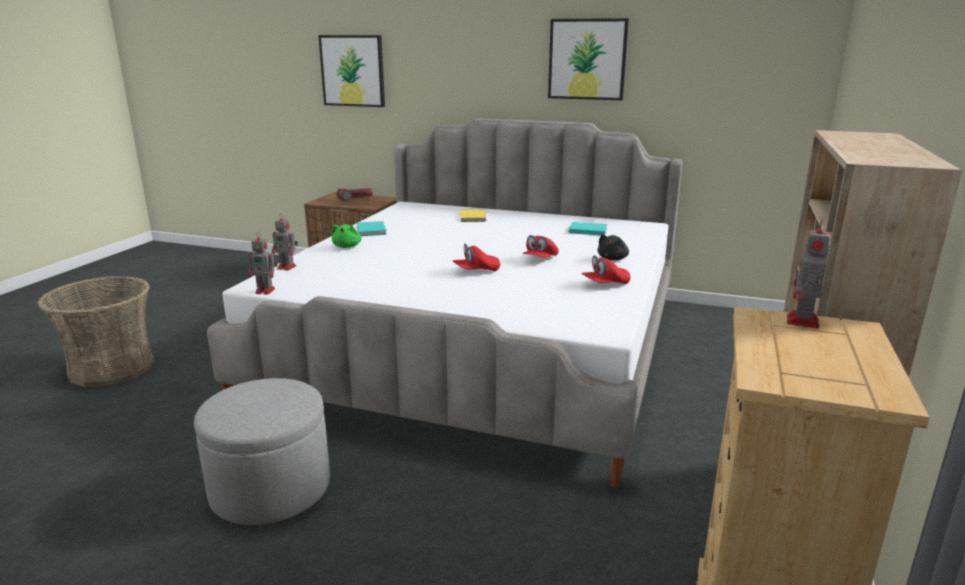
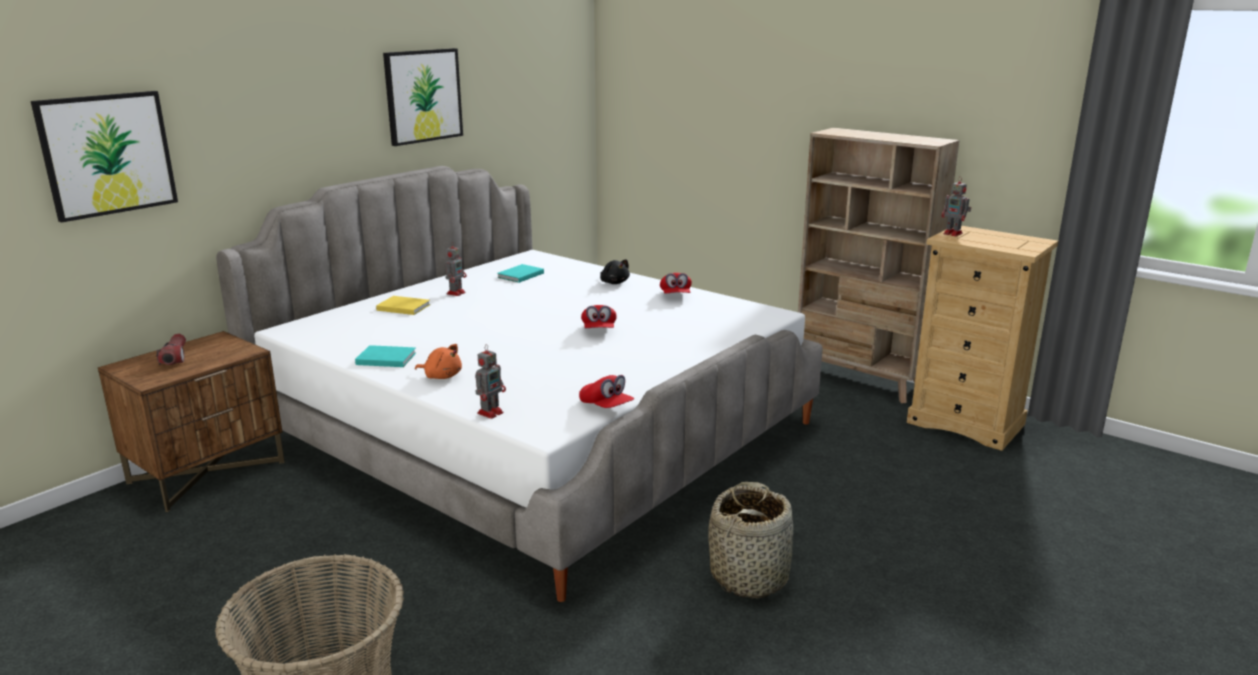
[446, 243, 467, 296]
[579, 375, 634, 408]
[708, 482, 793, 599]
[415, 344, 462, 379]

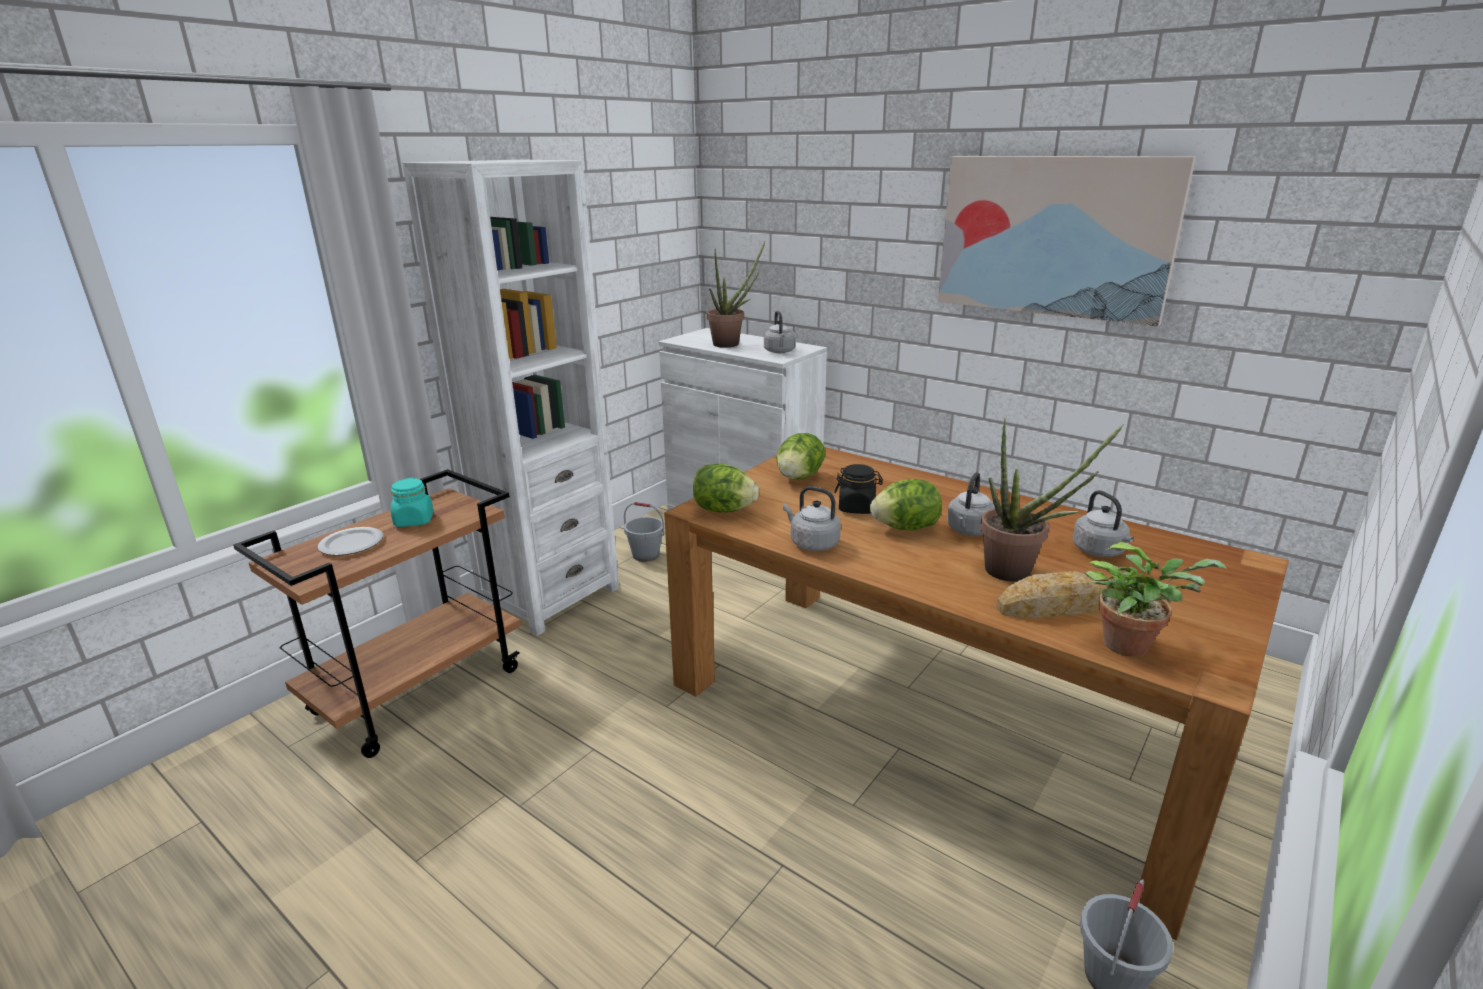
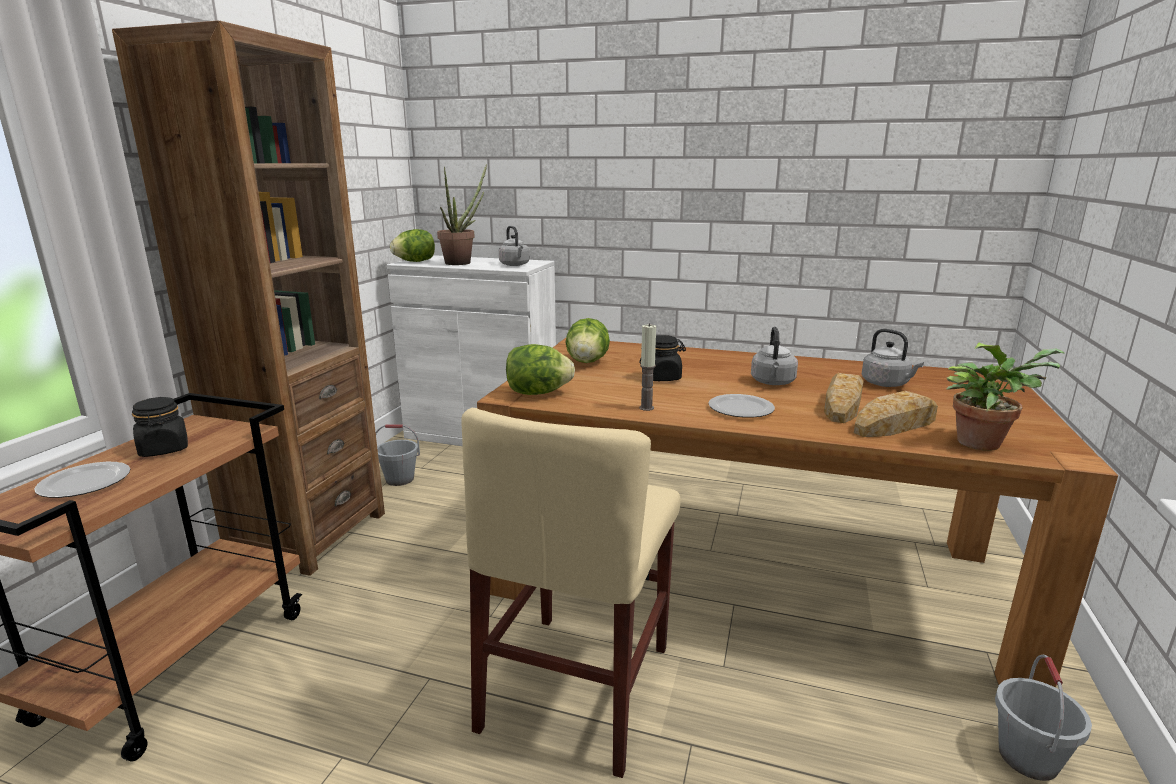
[938, 156, 1196, 327] (first image)
[461, 408, 681, 778]
[708, 394, 775, 418]
[390, 229, 435, 262]
[639, 323, 656, 411]
[824, 373, 864, 423]
[132, 397, 188, 457]
[112, 20, 385, 576]

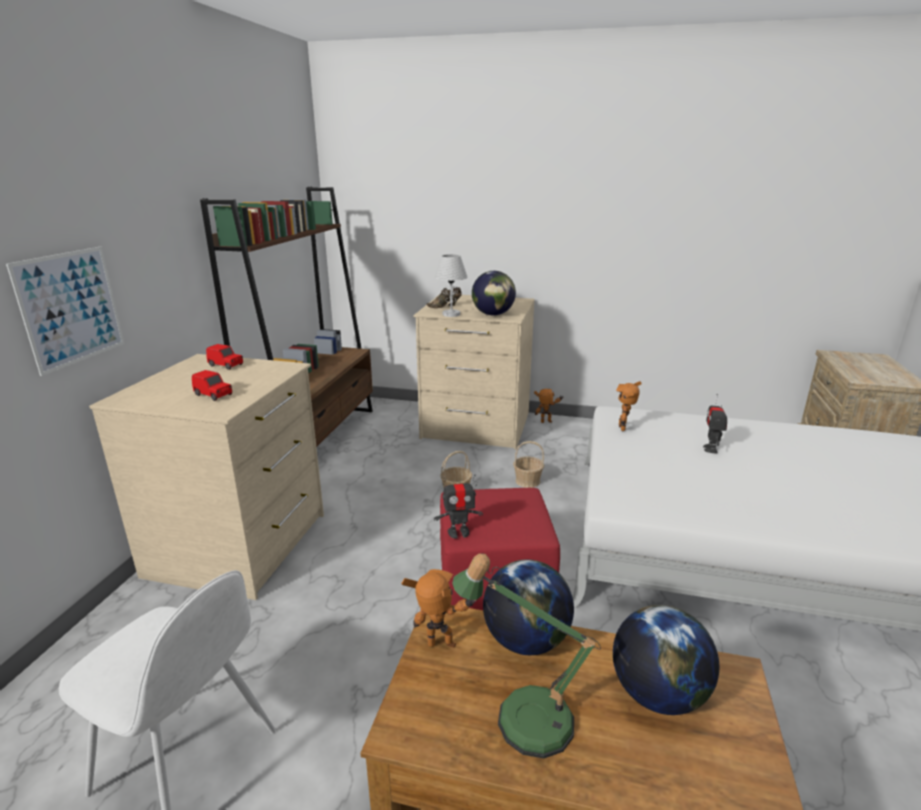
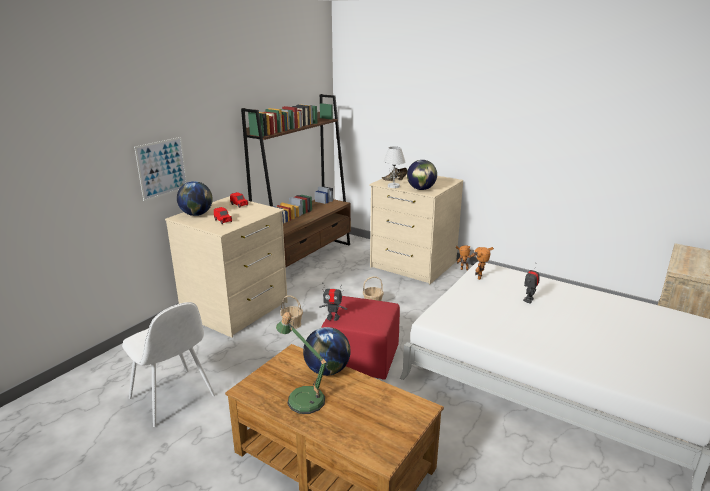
[401, 569, 477, 648] (first image)
[280, 295, 303, 329]
[177, 181, 213, 216]

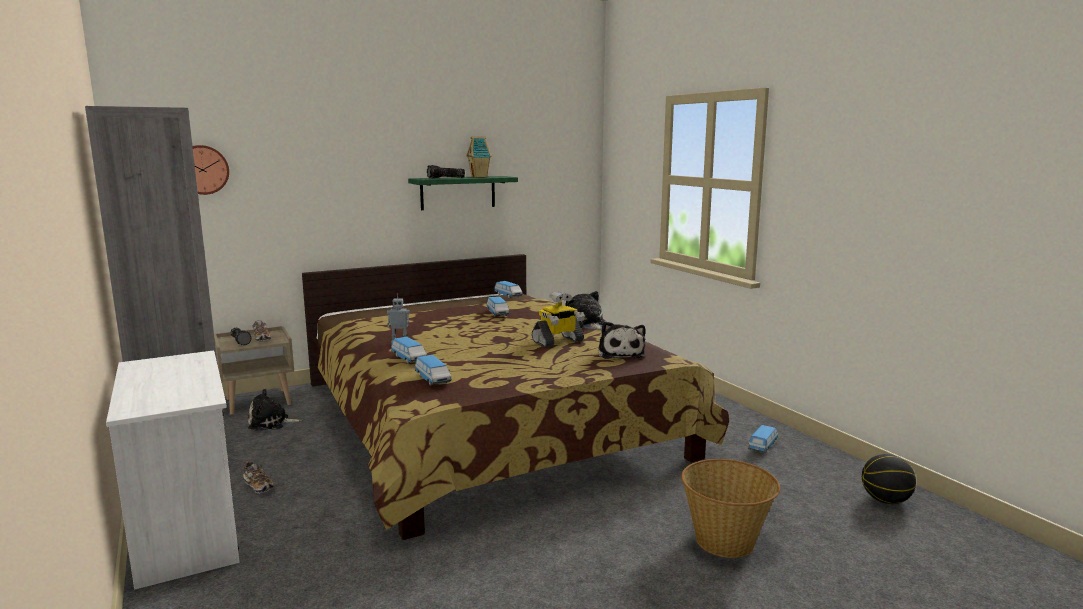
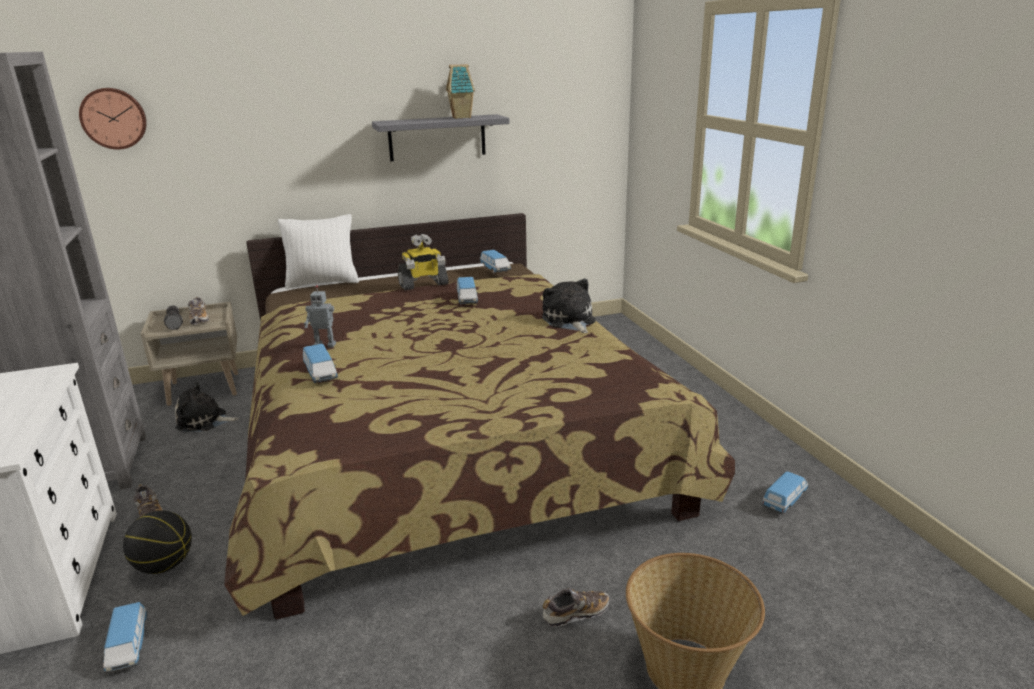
[427, 165, 465, 178] (first image)
[598, 321, 646, 359] (first image)
[278, 214, 359, 289]
[543, 588, 610, 627]
[102, 602, 148, 673]
[398, 234, 449, 290]
[123, 510, 192, 574]
[372, 114, 510, 161]

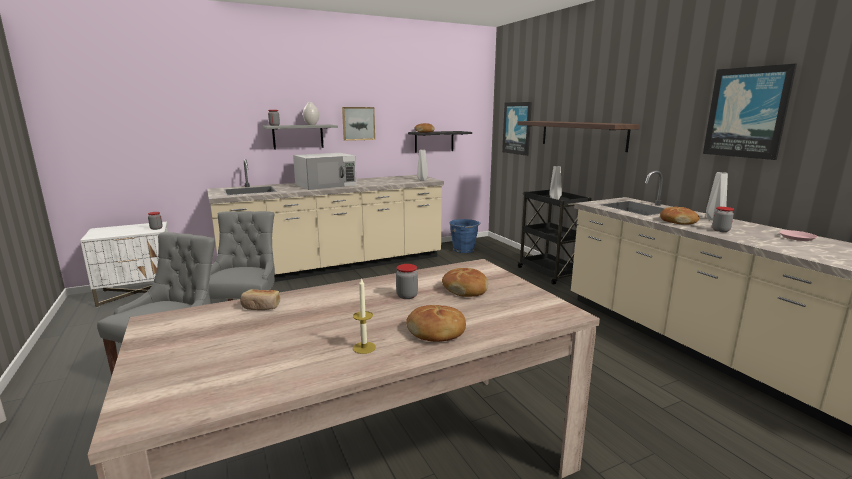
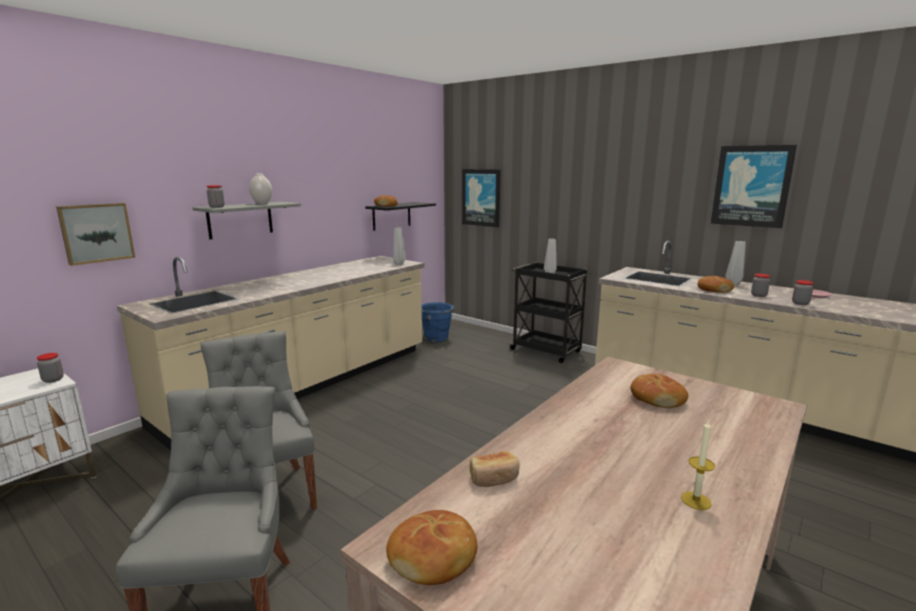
[293, 153, 357, 190] (first image)
[518, 121, 640, 152] (first image)
[56, 203, 135, 266]
[792, 280, 814, 305]
[386, 510, 477, 585]

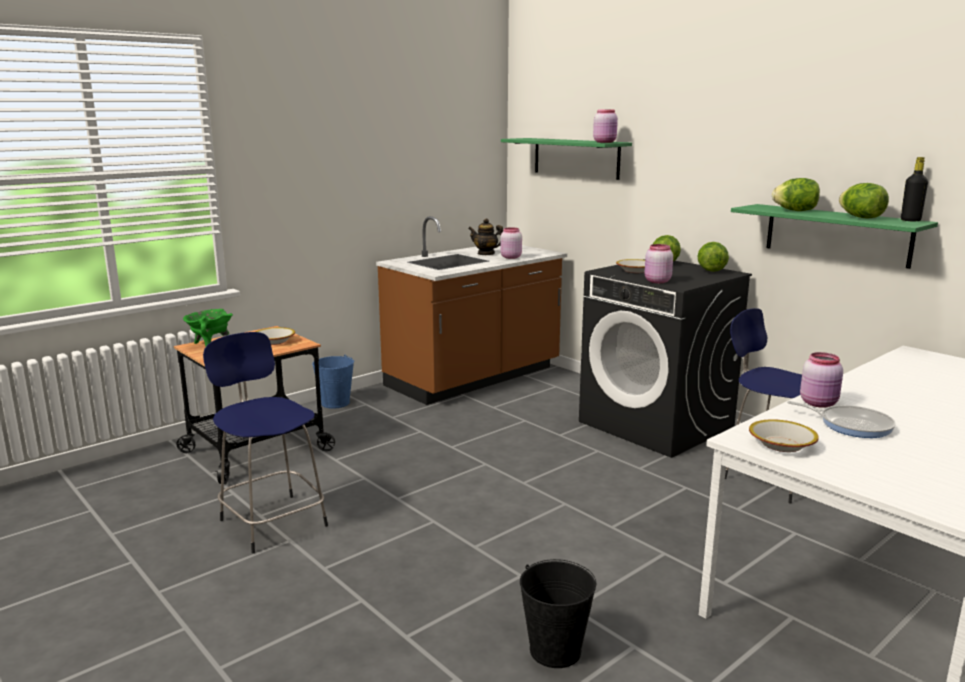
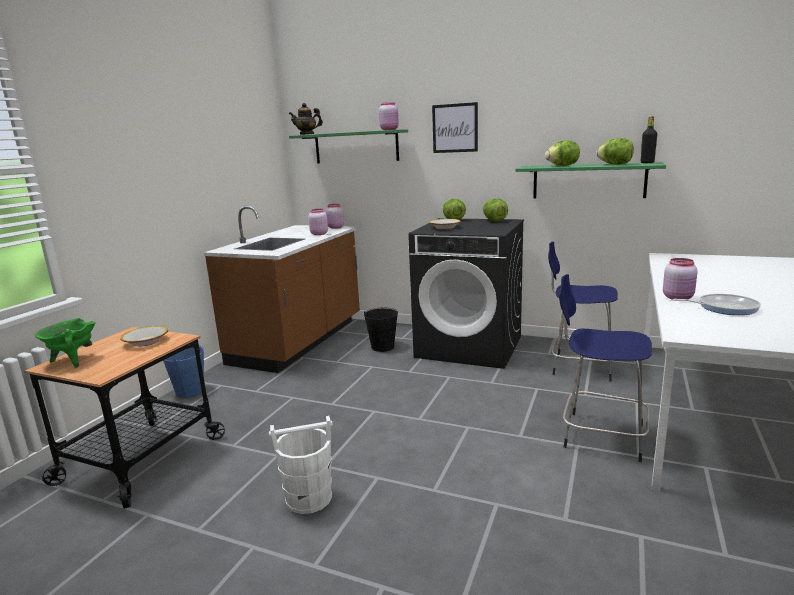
[749, 419, 819, 452] (first image)
[269, 416, 333, 514]
[432, 102, 478, 153]
[559, 274, 652, 462]
[289, 103, 323, 135]
[364, 308, 398, 352]
[326, 204, 344, 229]

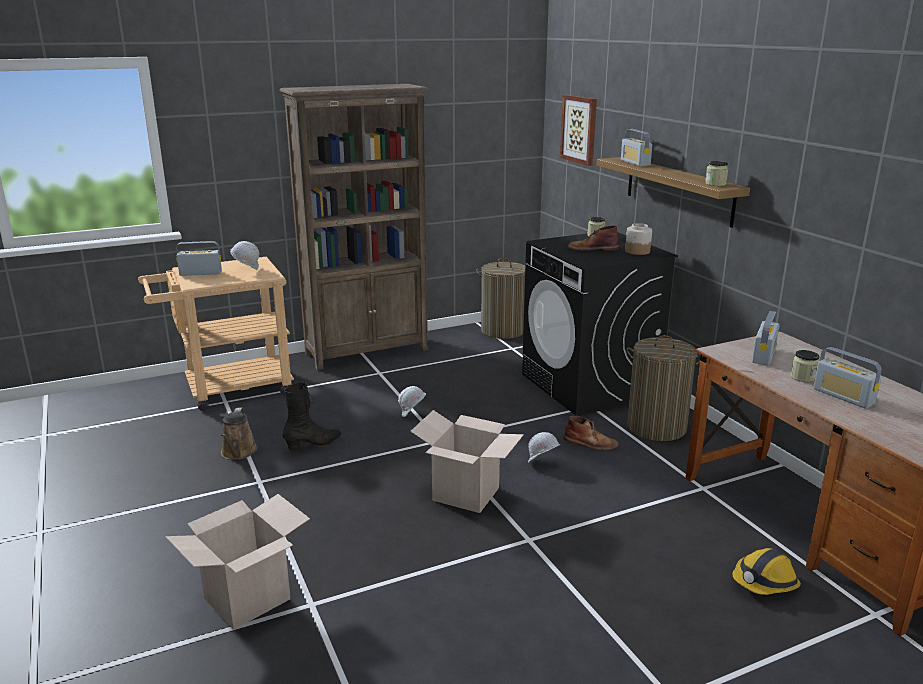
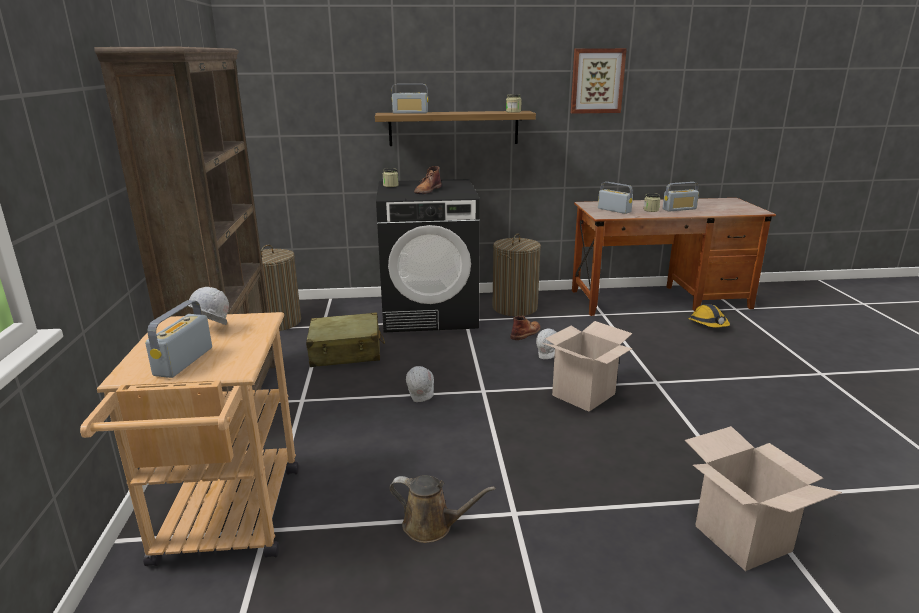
[283, 382, 341, 451] (first image)
[625, 223, 652, 255] (first image)
[306, 312, 385, 367]
[571, 48, 627, 114]

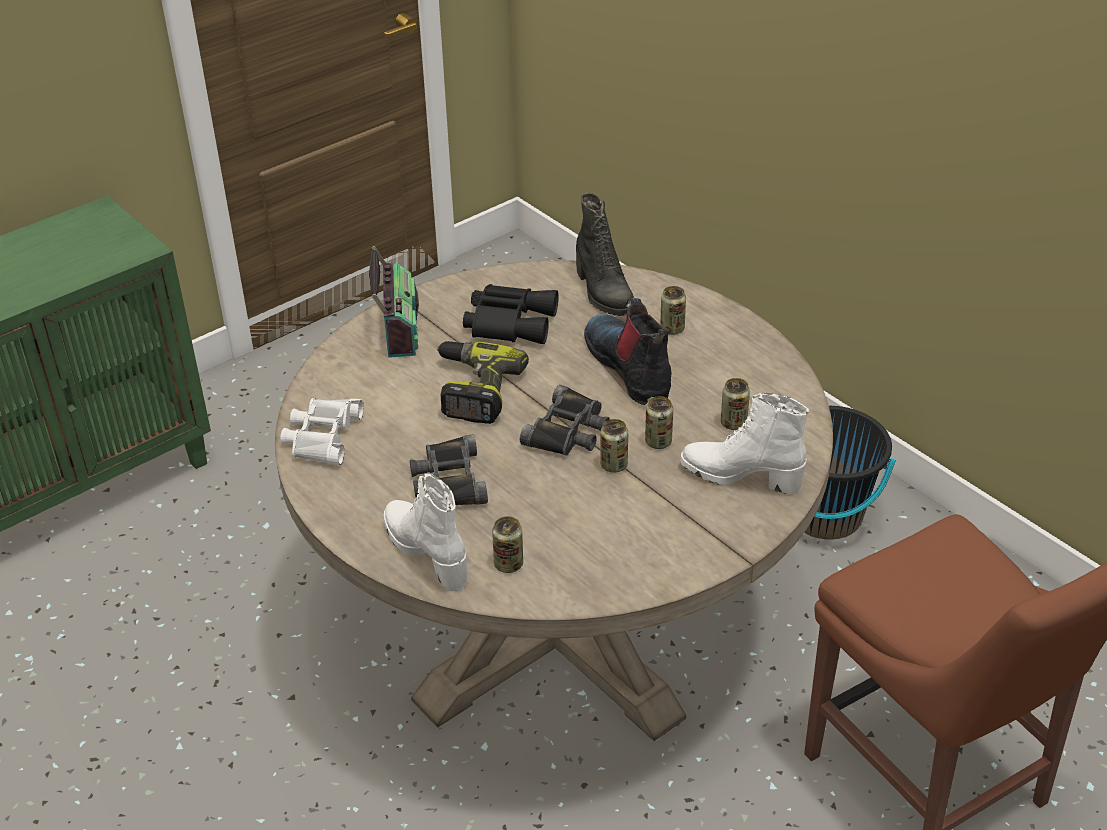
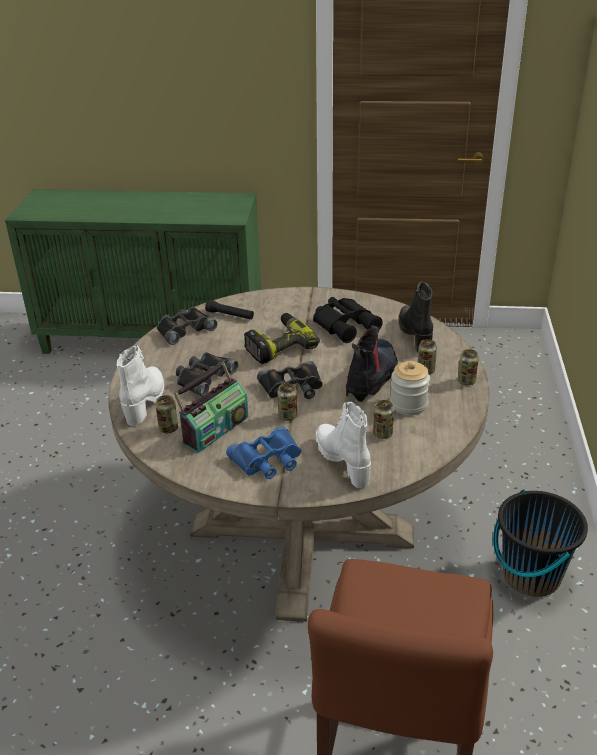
[205, 300, 254, 320]
[226, 426, 301, 479]
[390, 361, 430, 415]
[174, 362, 248, 453]
[458, 349, 479, 385]
[157, 307, 217, 345]
[399, 282, 433, 352]

